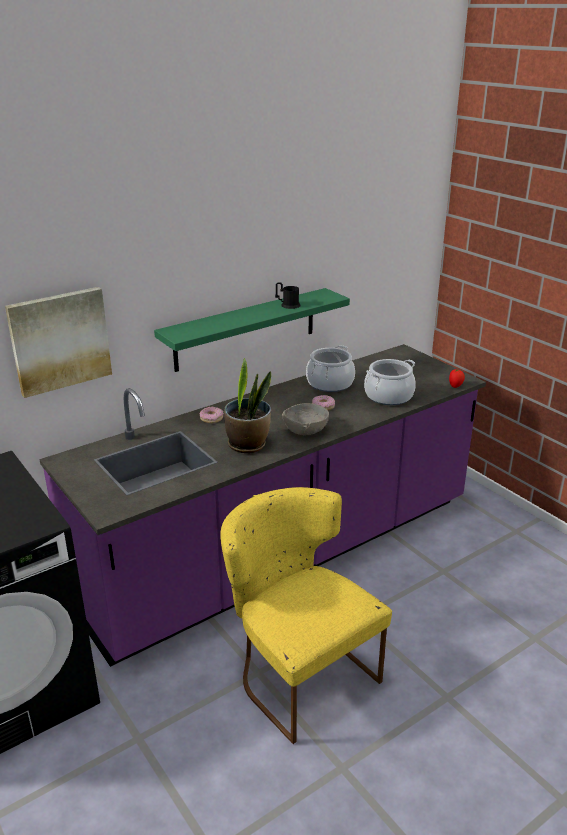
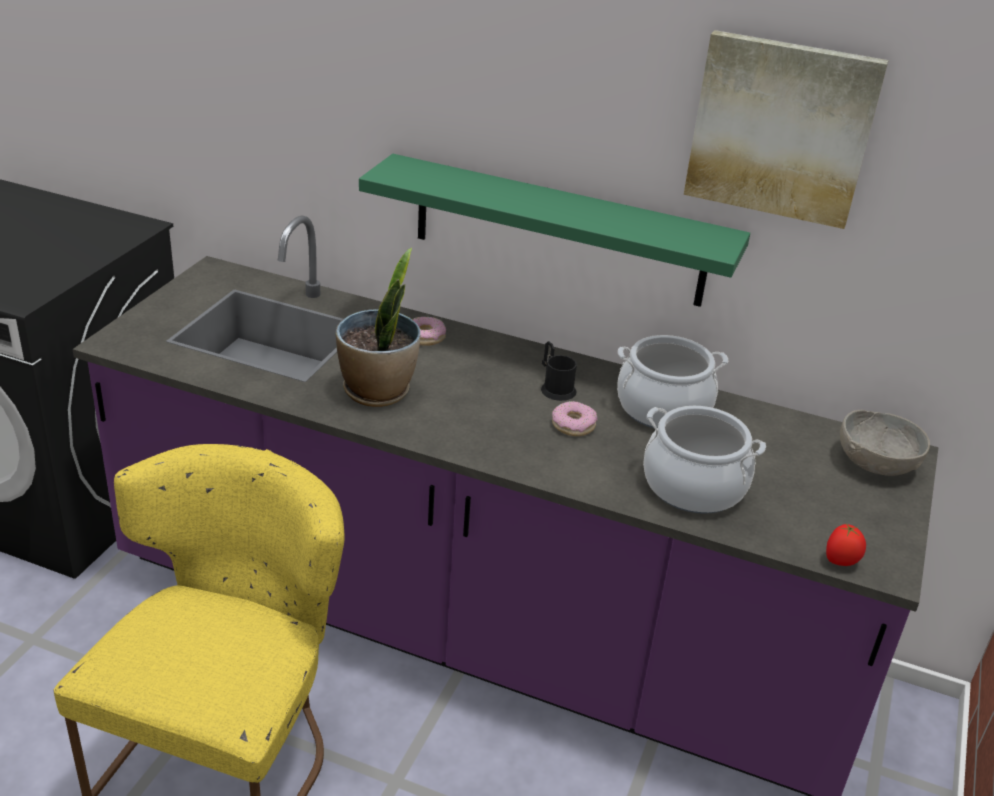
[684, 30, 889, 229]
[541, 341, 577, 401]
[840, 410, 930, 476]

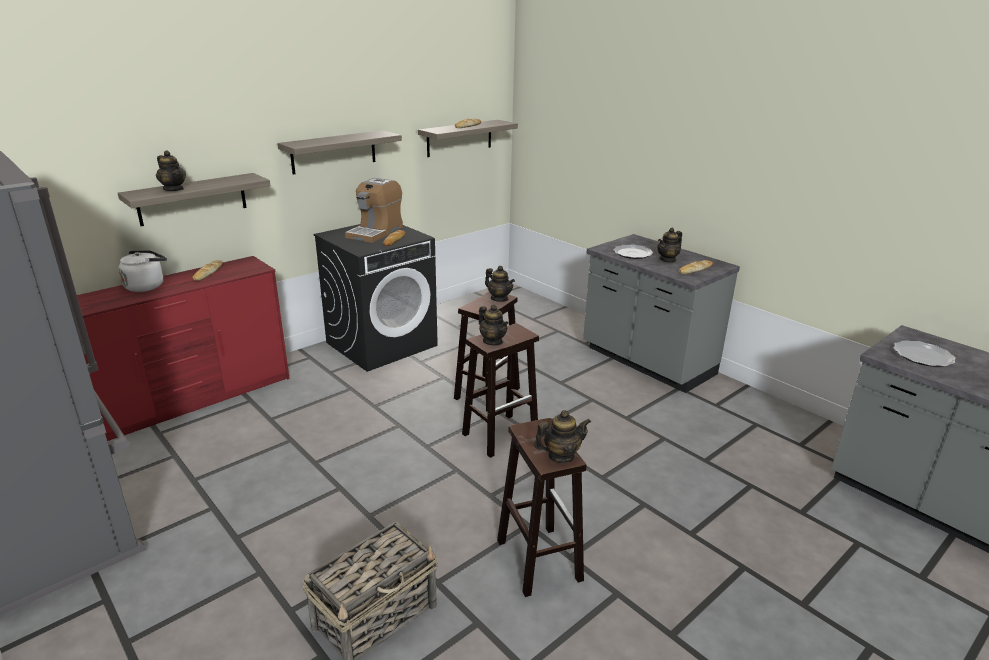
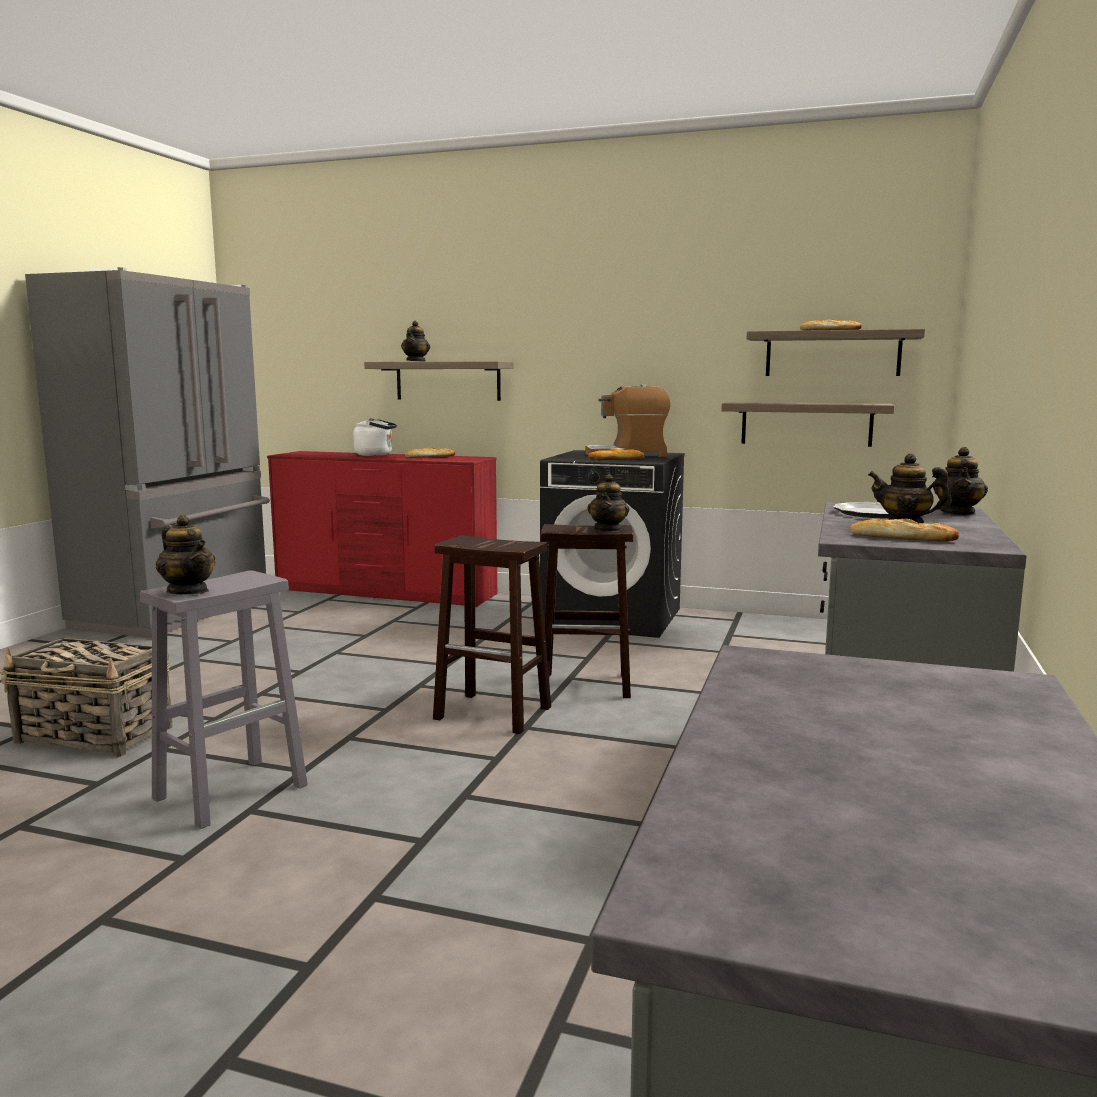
[893, 340, 955, 367] (first image)
[721, 402, 894, 447]
[933, 447, 988, 516]
[140, 570, 308, 829]

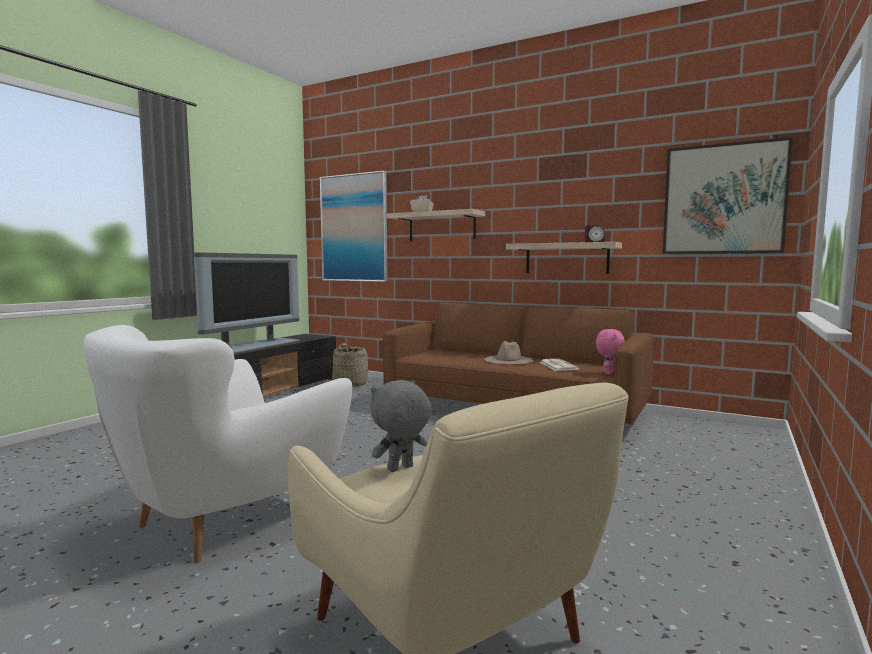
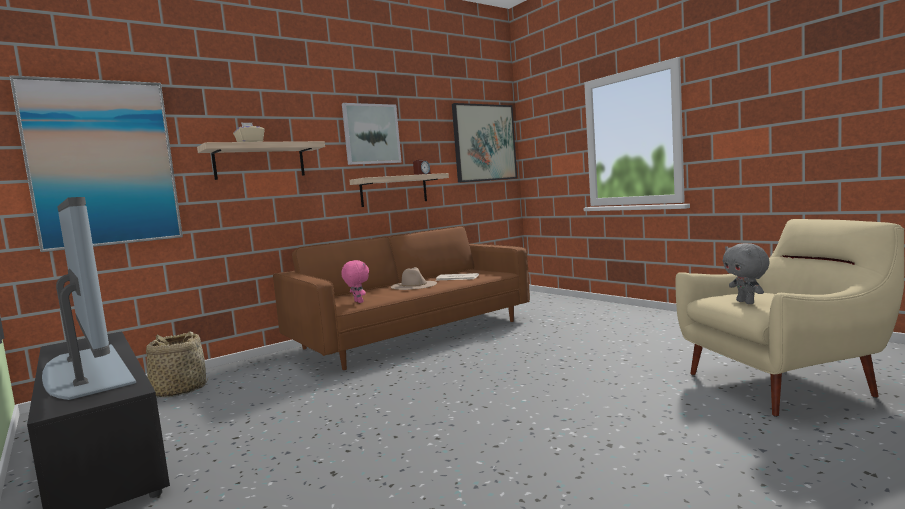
[83, 325, 352, 563] (first image)
[342, 103, 401, 165]
[341, 260, 369, 303]

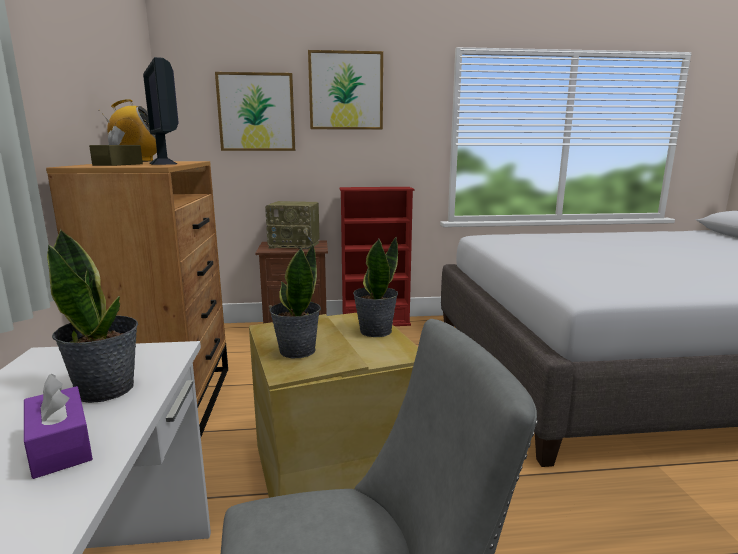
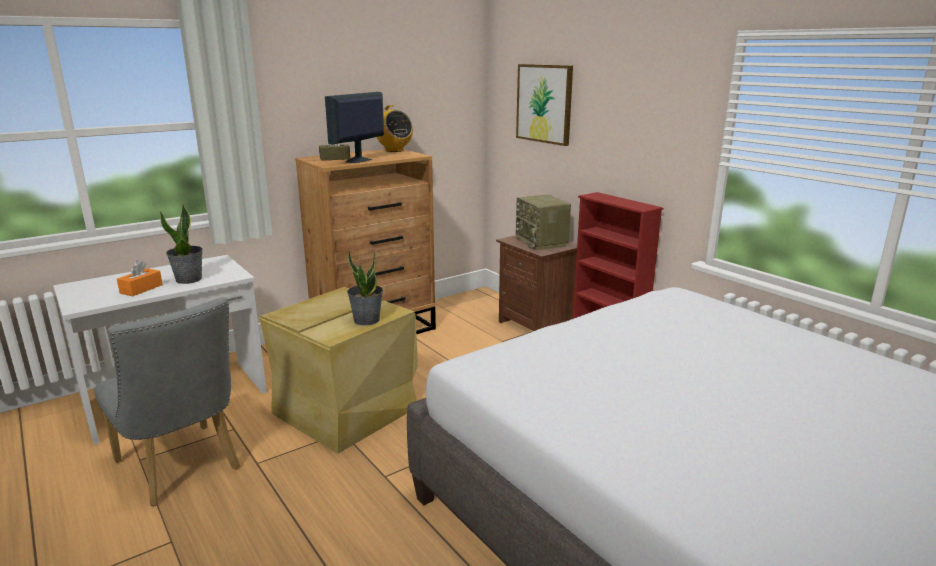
[270, 245, 321, 358] (first image)
[308, 50, 383, 130] (first image)
[117, 260, 163, 296]

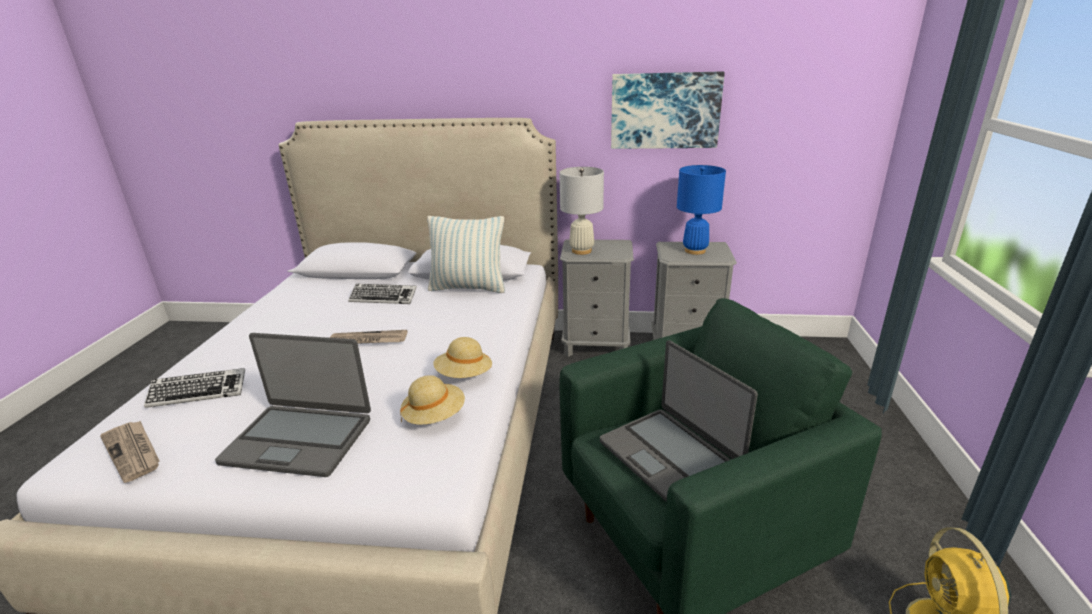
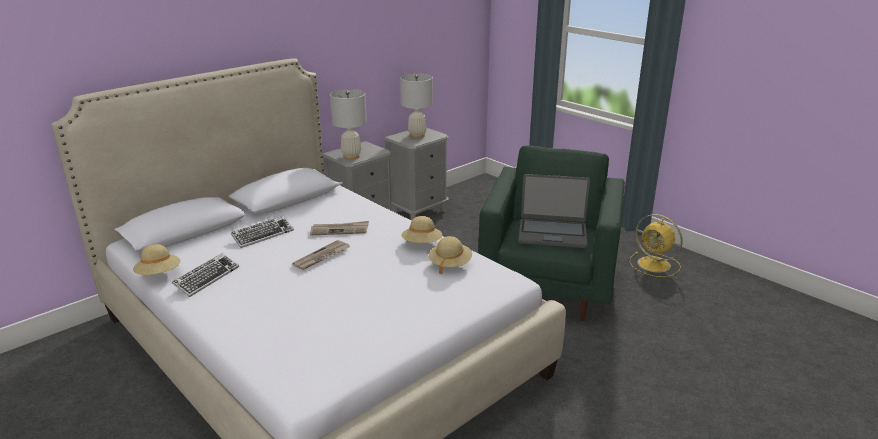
[215, 333, 371, 477] (first image)
[427, 216, 505, 293] (first image)
[611, 71, 725, 149] (first image)
[133, 244, 180, 275]
[310, 221, 369, 236]
[172, 253, 239, 297]
[400, 73, 433, 139]

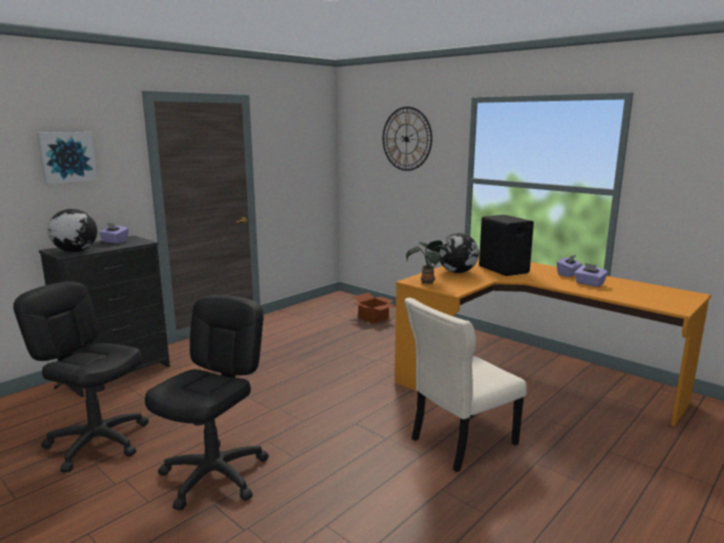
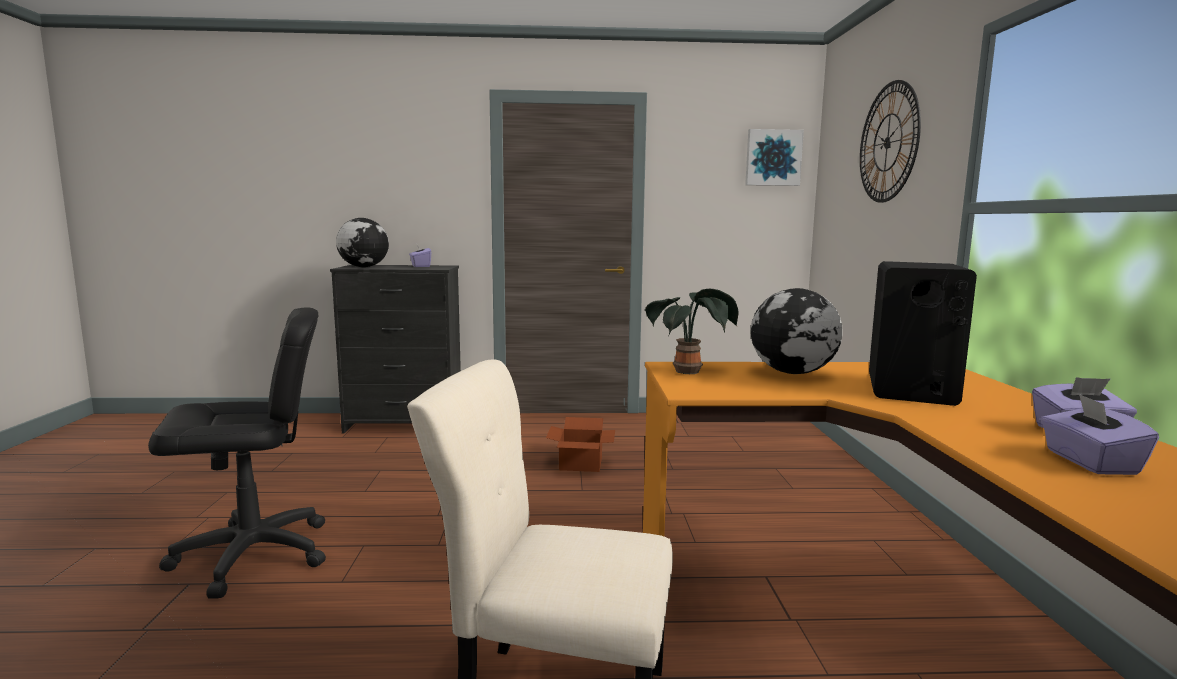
[13, 281, 149, 473] (first image)
[745, 129, 804, 186]
[546, 417, 615, 472]

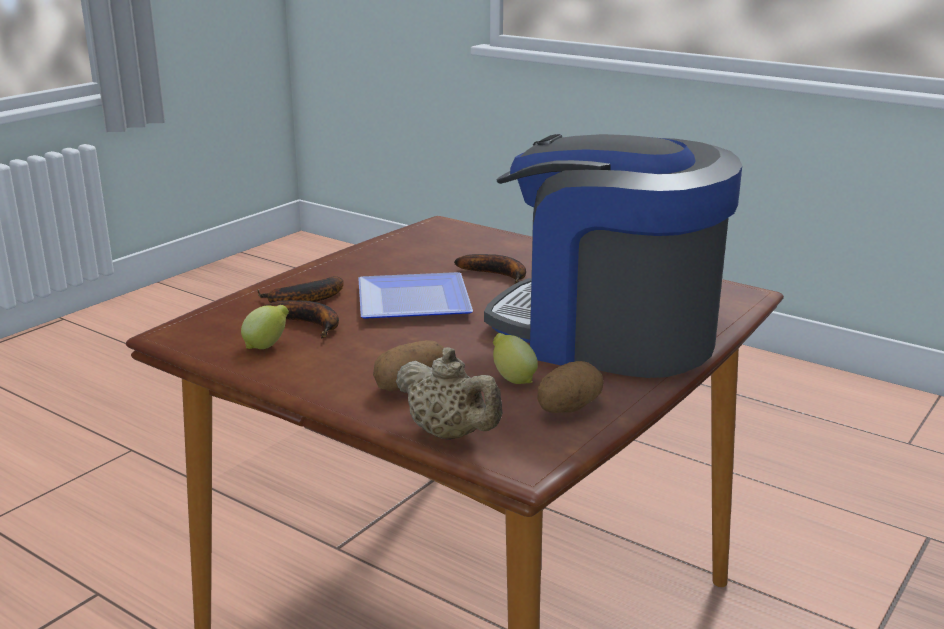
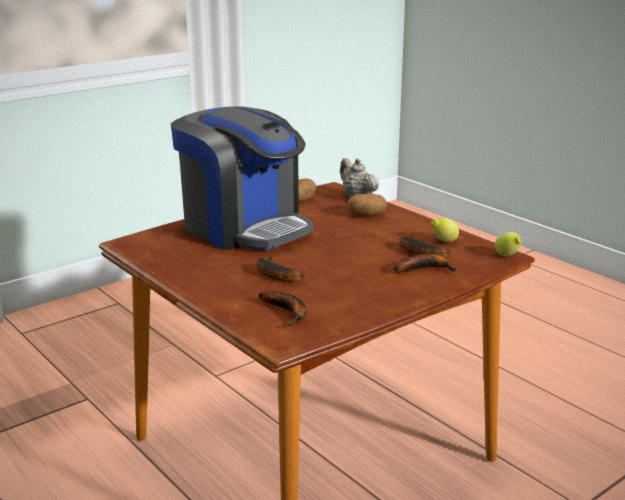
[358, 272, 473, 319] (first image)
[258, 291, 307, 326]
[495, 232, 522, 256]

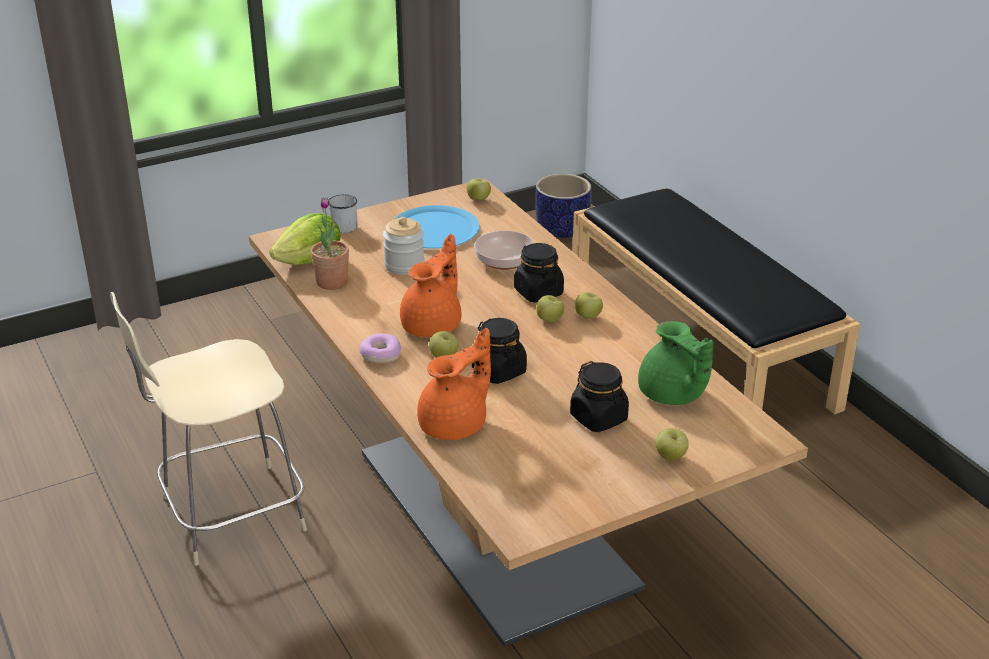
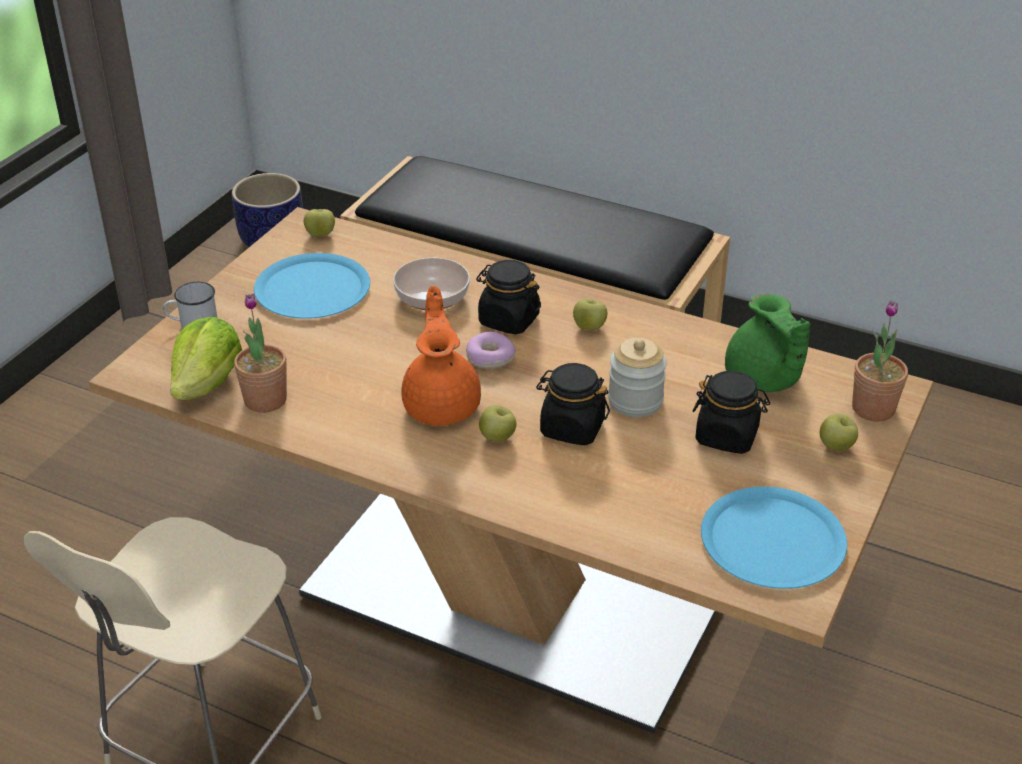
[417, 328, 491, 440] (first image)
[536, 295, 564, 322] (first image)
[701, 487, 847, 589]
[852, 300, 908, 422]
[466, 332, 516, 369]
[608, 338, 667, 417]
[725, 294, 810, 392]

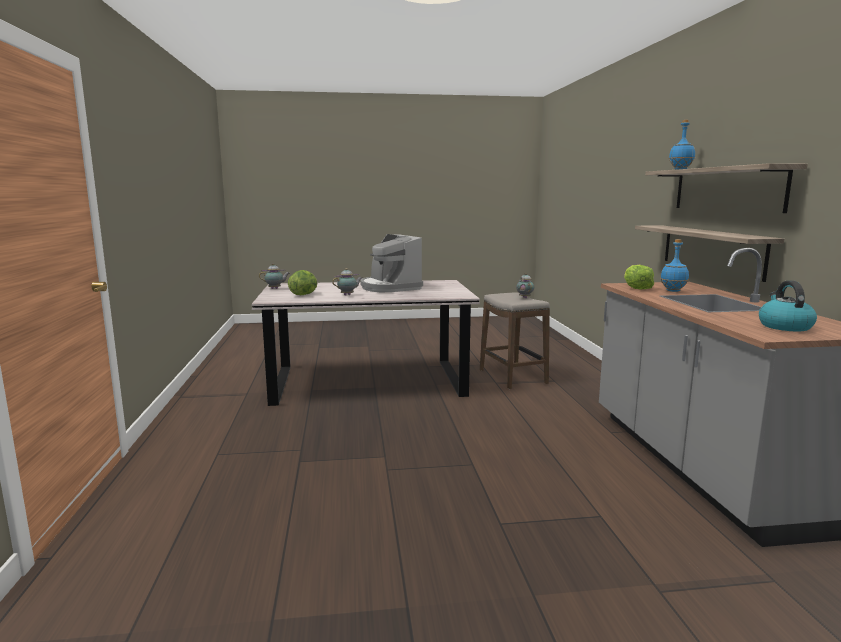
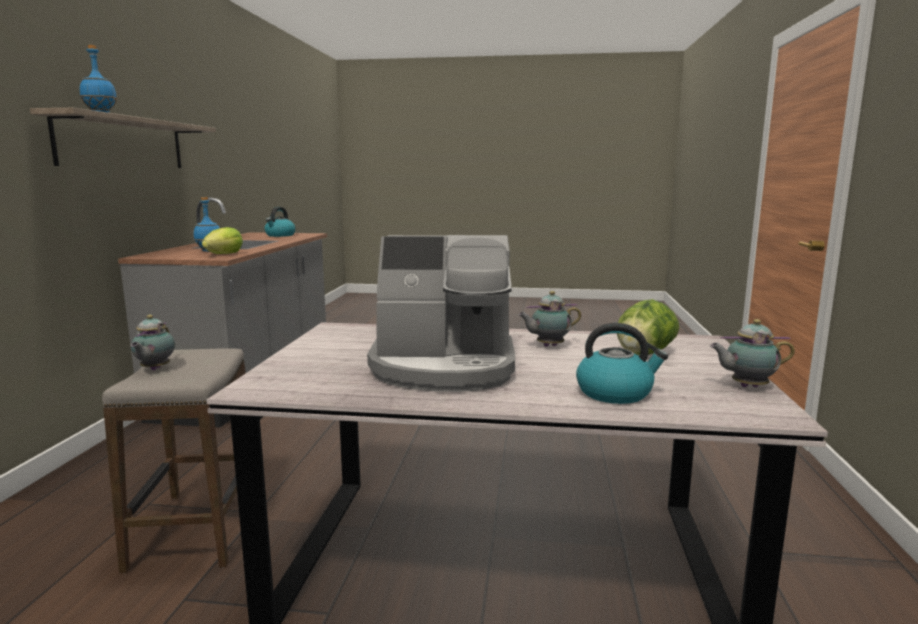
[635, 225, 784, 282] (first image)
[576, 323, 668, 404]
[367, 235, 515, 392]

